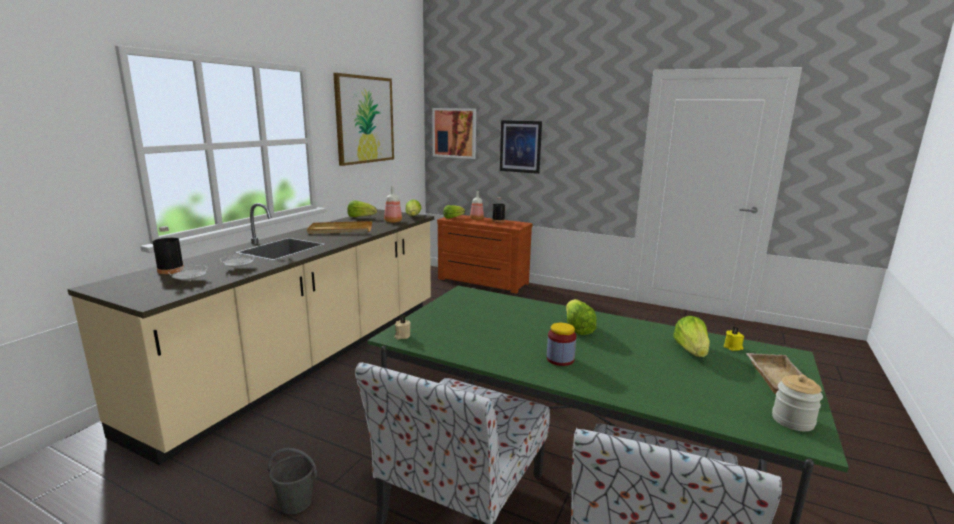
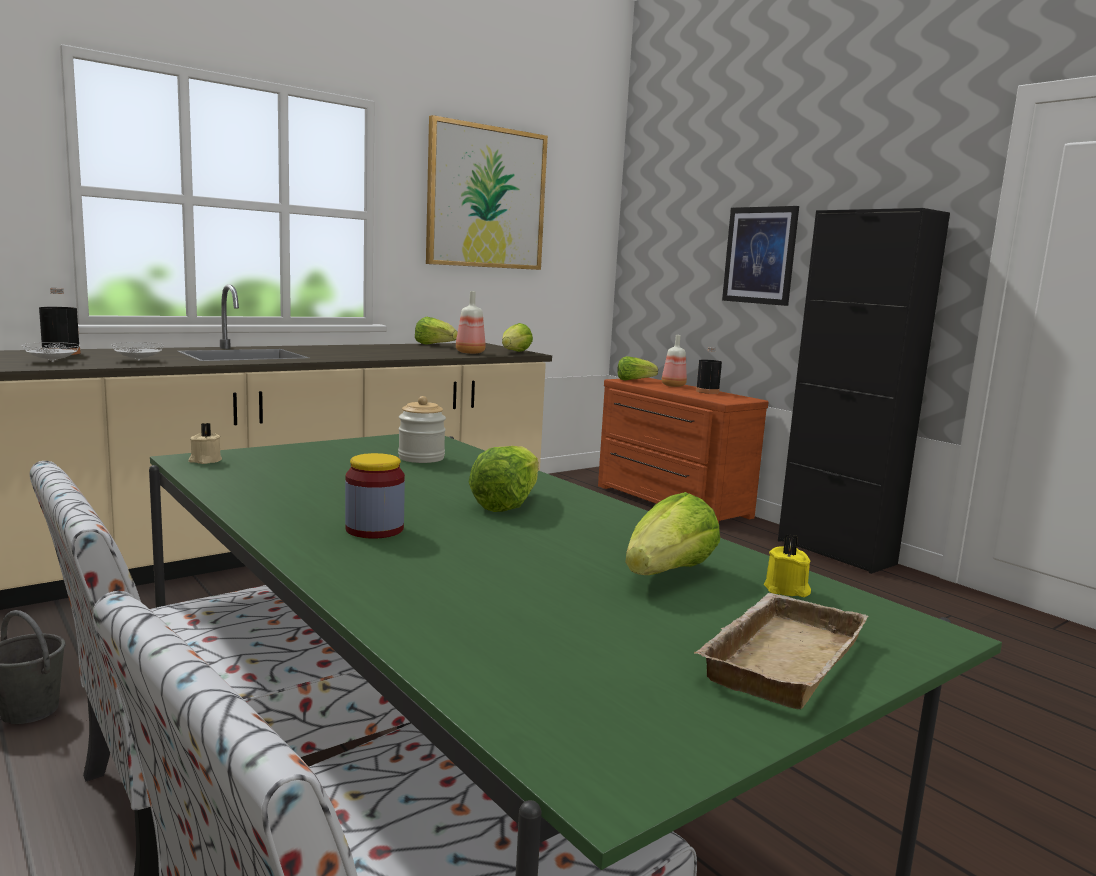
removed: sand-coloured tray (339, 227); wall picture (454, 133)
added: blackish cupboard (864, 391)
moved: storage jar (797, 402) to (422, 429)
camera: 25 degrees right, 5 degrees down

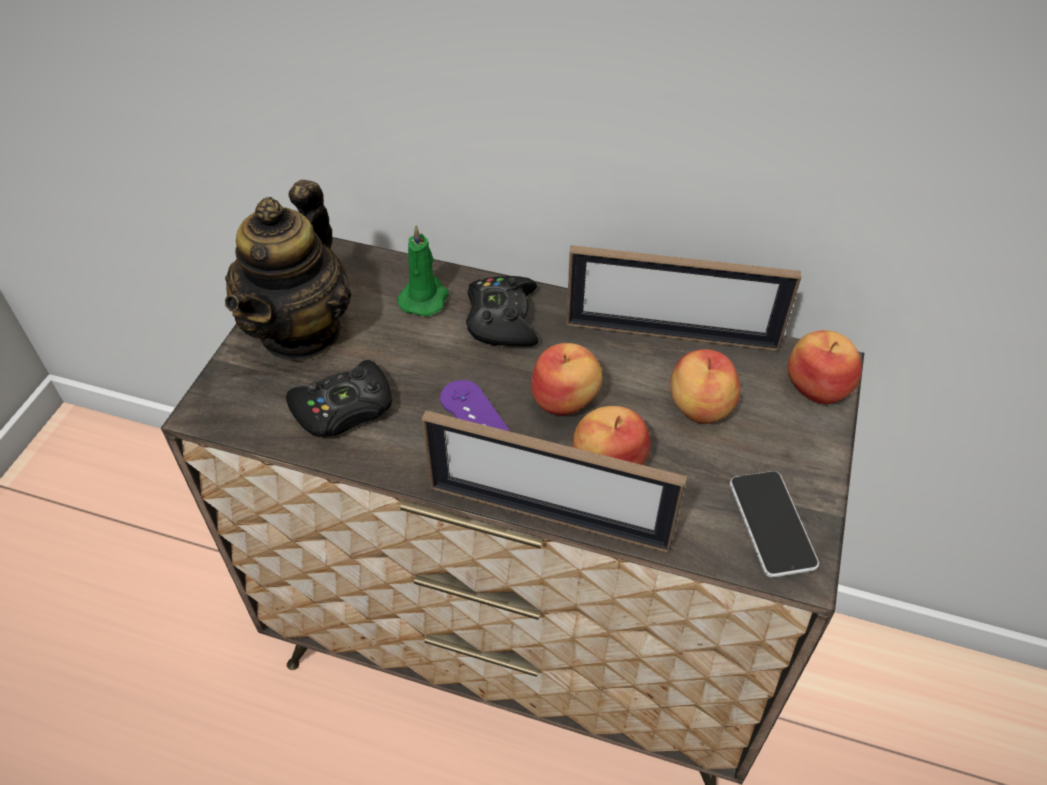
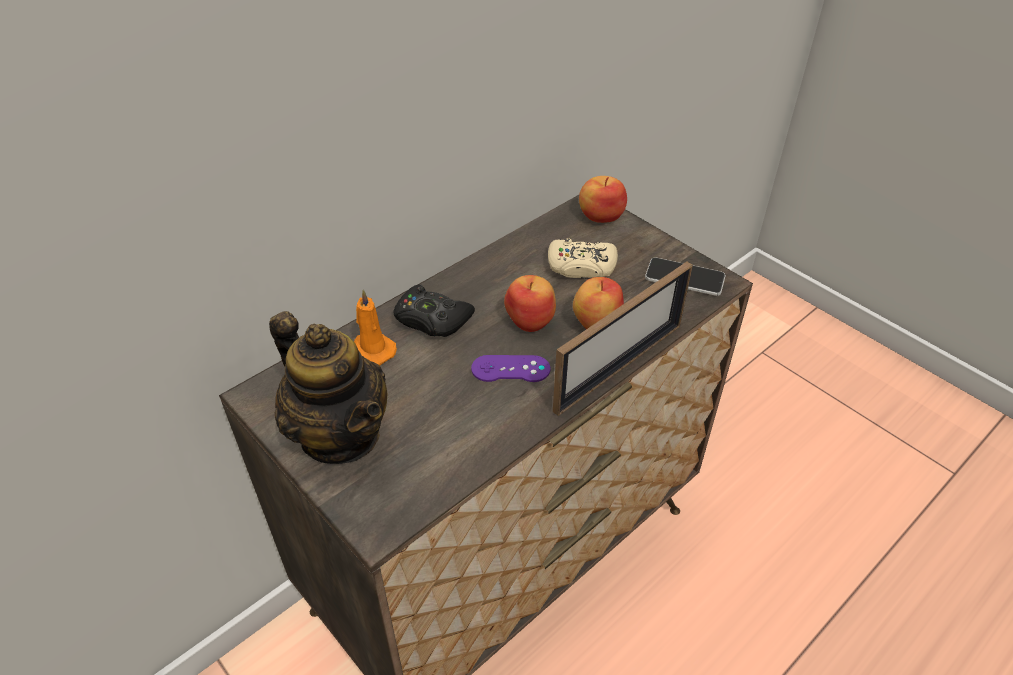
removed: blackish gamepad (339, 398); standing frame (683, 298)
replaced: apple (705, 386) to sand-coloured gamepad (583, 258)
recoloured: greenish wax light (423, 271) to orange-coloured wax light (375, 328)
camera: 60 degrees left, 5 degrees down

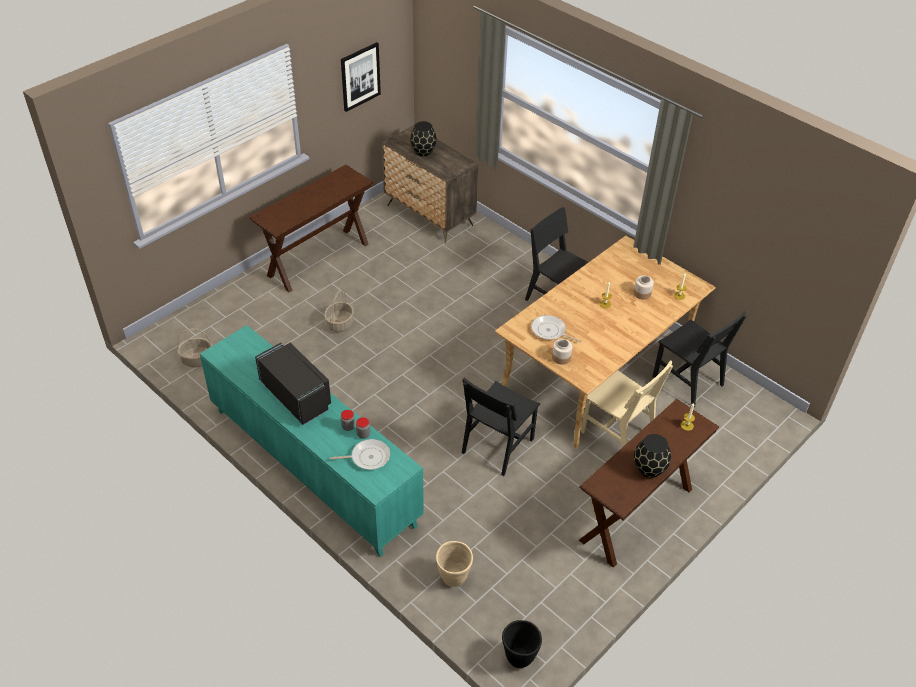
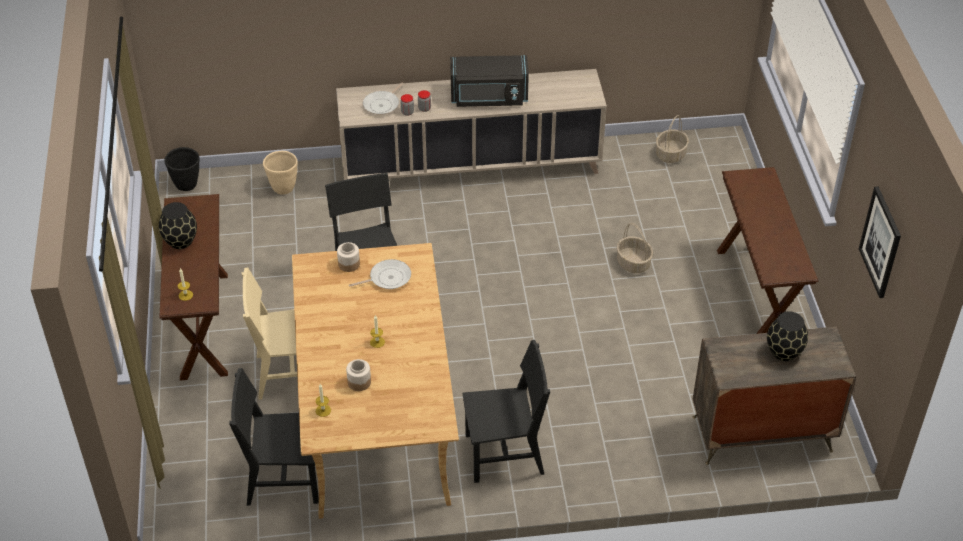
recoloured: turquoise-coloured cupboard (312, 441) to sand-coloured cupboard (471, 124)
camera: 130 degrees right, 0 degrees up

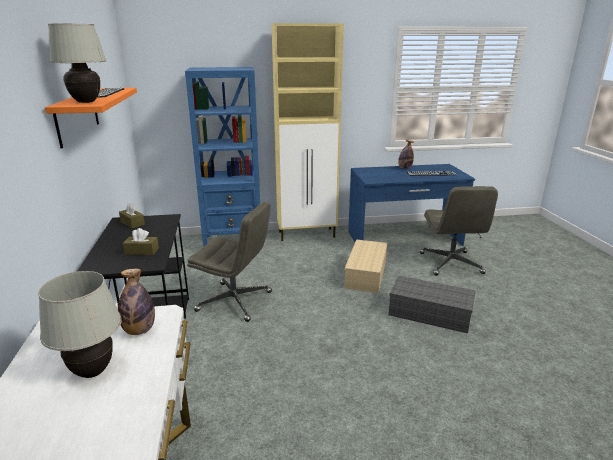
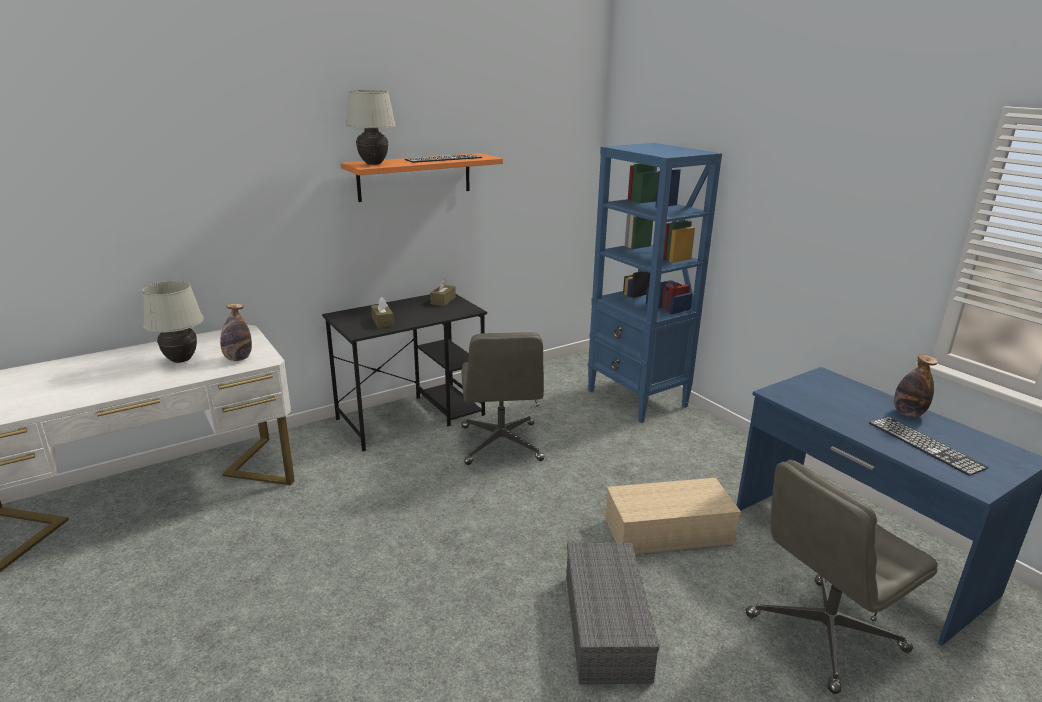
removed: sand-coloured cupboard (308, 132)
camera: 65 degrees right, 0 degrees up

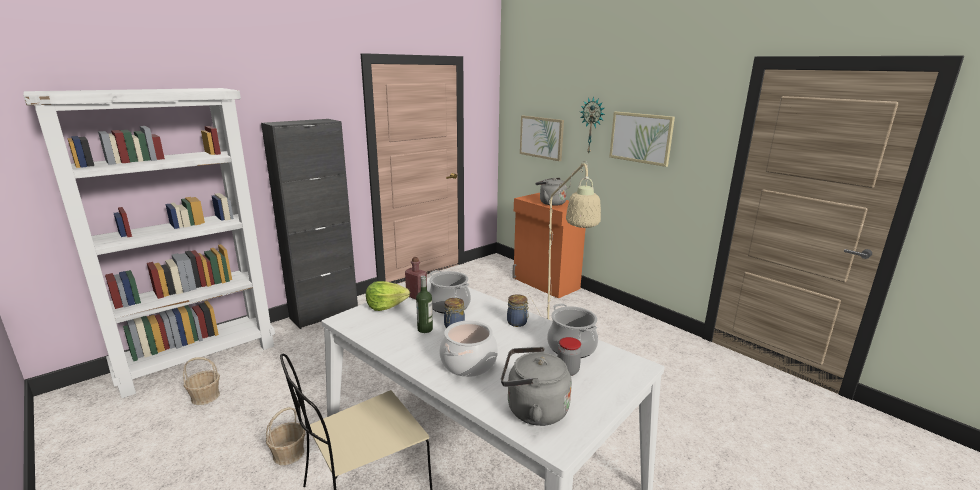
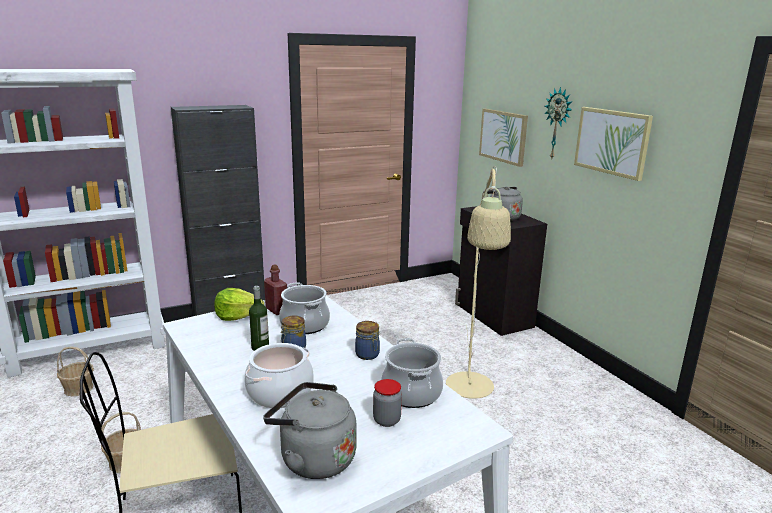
recoloured: orange-coloured cupboard (549, 245) to blackish cupboard (501, 271)
camera: 15 degrees right, 0 degrees up

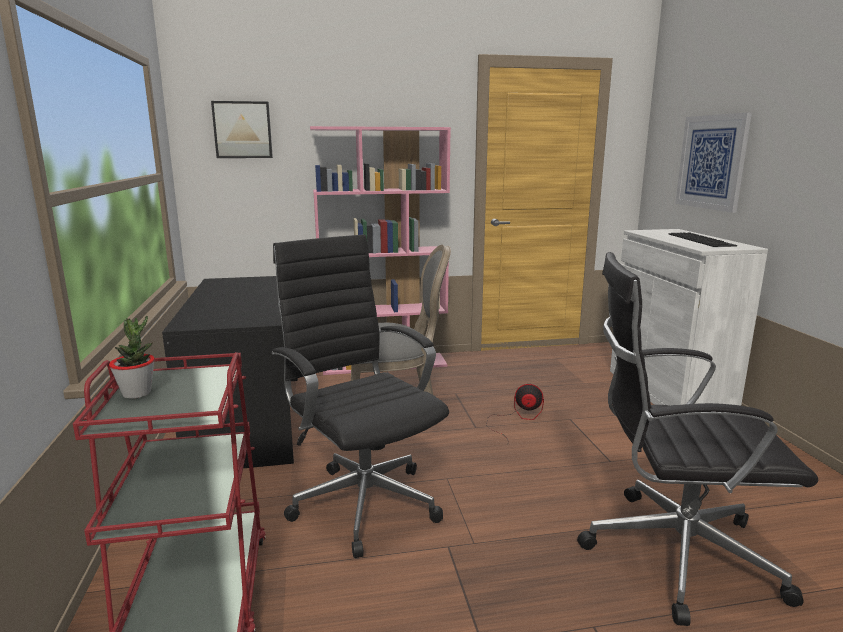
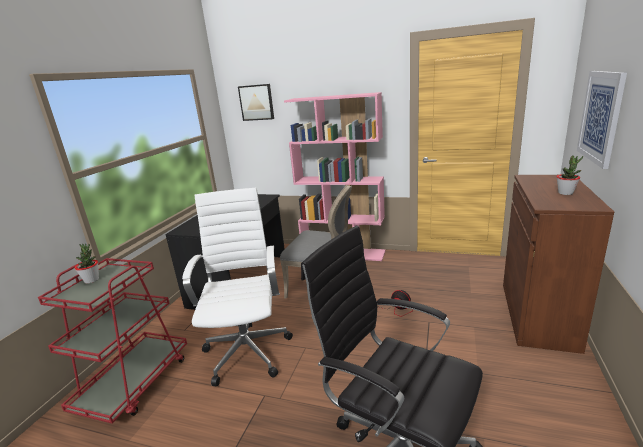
replaced: PC keyboard (702, 239) to plant in a pot (569, 175)
recoloured: blackish desk chair (360, 396) to white-coloured desk chair (237, 287); white-coloured cupboard (689, 317) to brown cupboard (558, 264)
camera: 30 degrees right, 5 degrees up

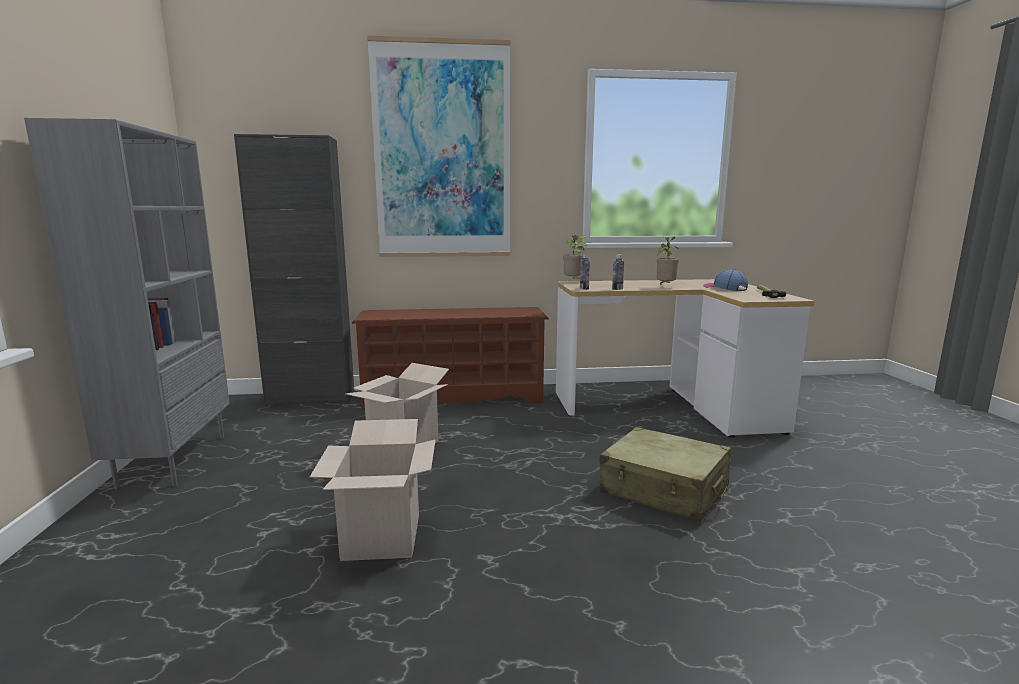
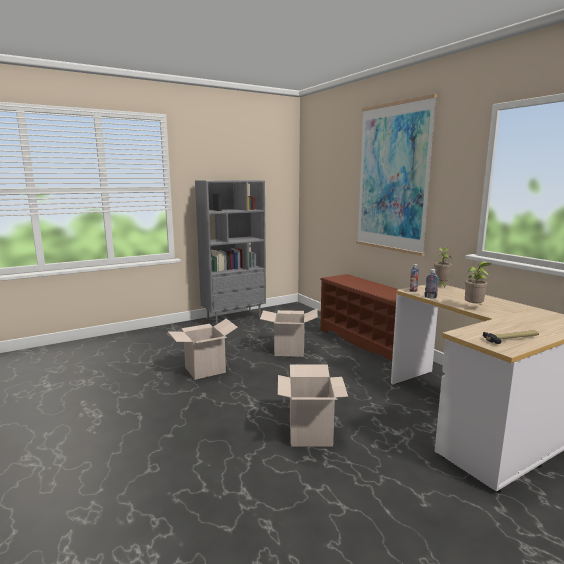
removed: blackish cupboard (294, 270); peaked cap (725, 280)
replaced: sand-coloured piece of luggage (665, 474) to cardboard box (313, 405)
camera: 65 degrees right, 0 degrees up

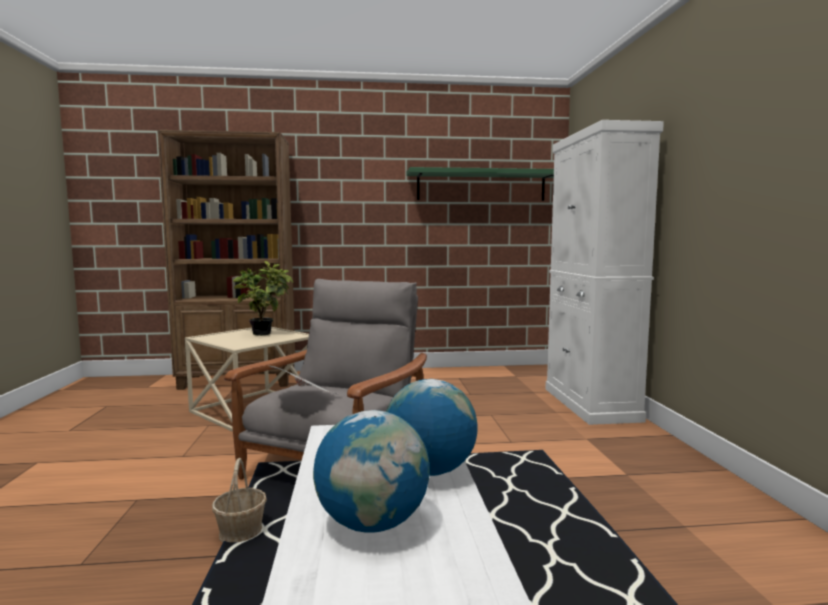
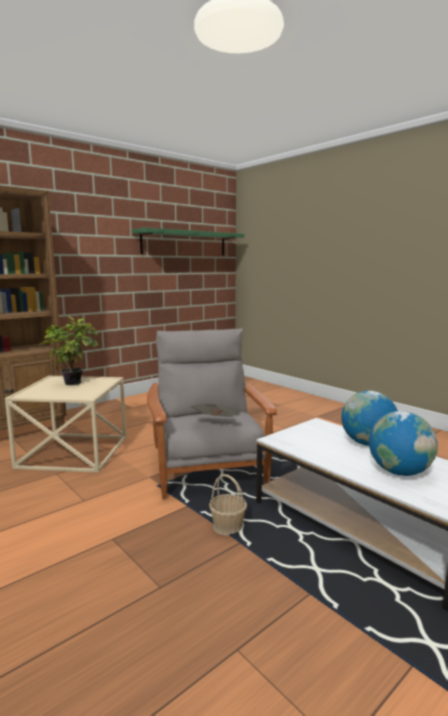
removed: white-coloured cupboard (605, 272)
camera: 35 degrees left, 5 degrees up

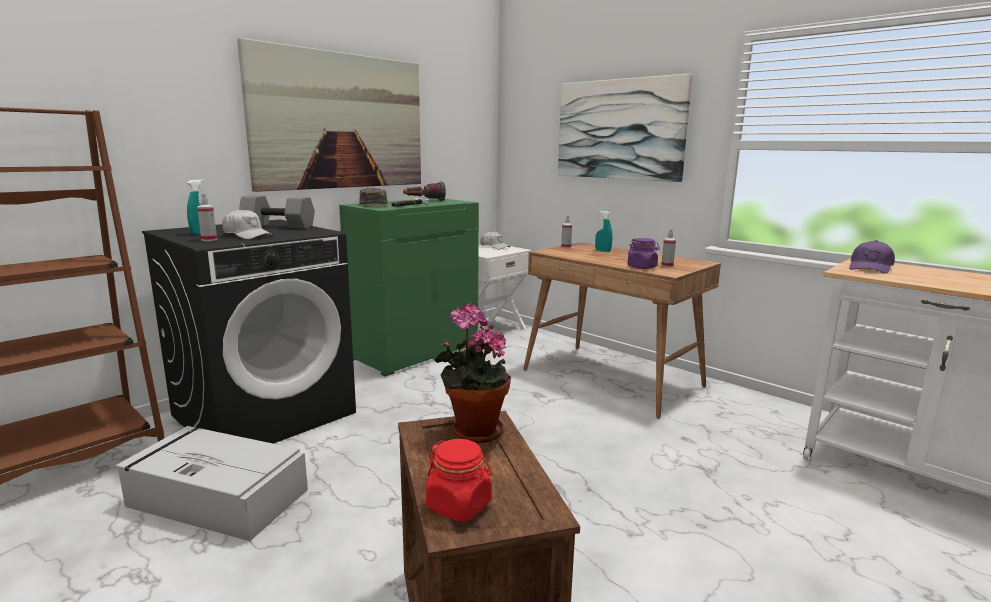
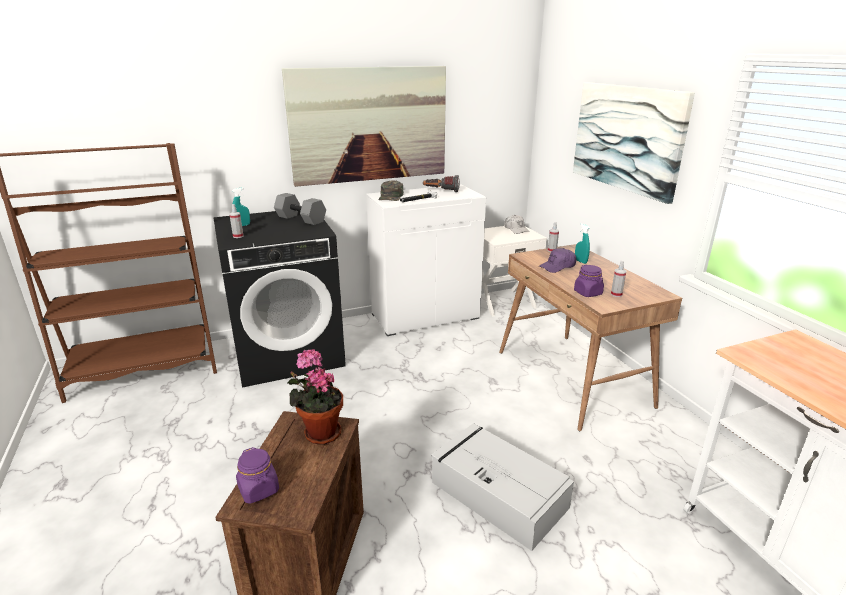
removed: white-coloured peaked cap (247, 224)
moved: grey storage container (212, 483) to (502, 487); purplish peaked cap (872, 257) to (557, 260)
recoloured: greenish cupboard (409, 287) to white-coloured cupboard (426, 260); reddish storage jar (459, 480) to purplish storage jar (257, 475)
camera: 25 degrees right, 10 degrees up

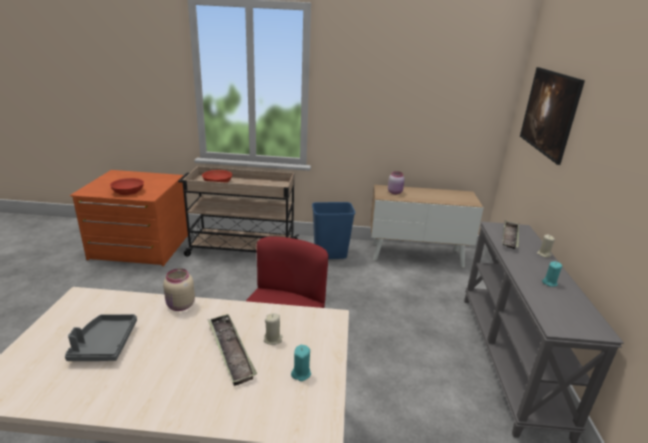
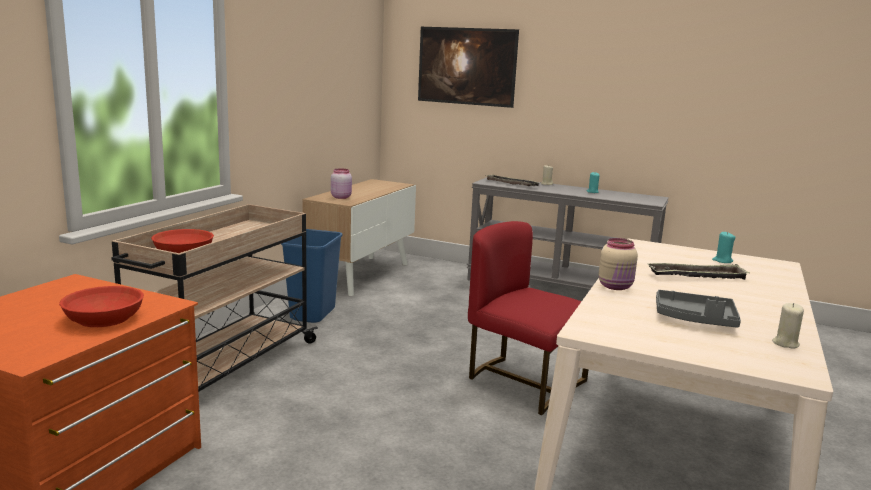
moved: sand-coloured wax light (273, 329) to (788, 326)
camera: 70 degrees left, 10 degrees down

